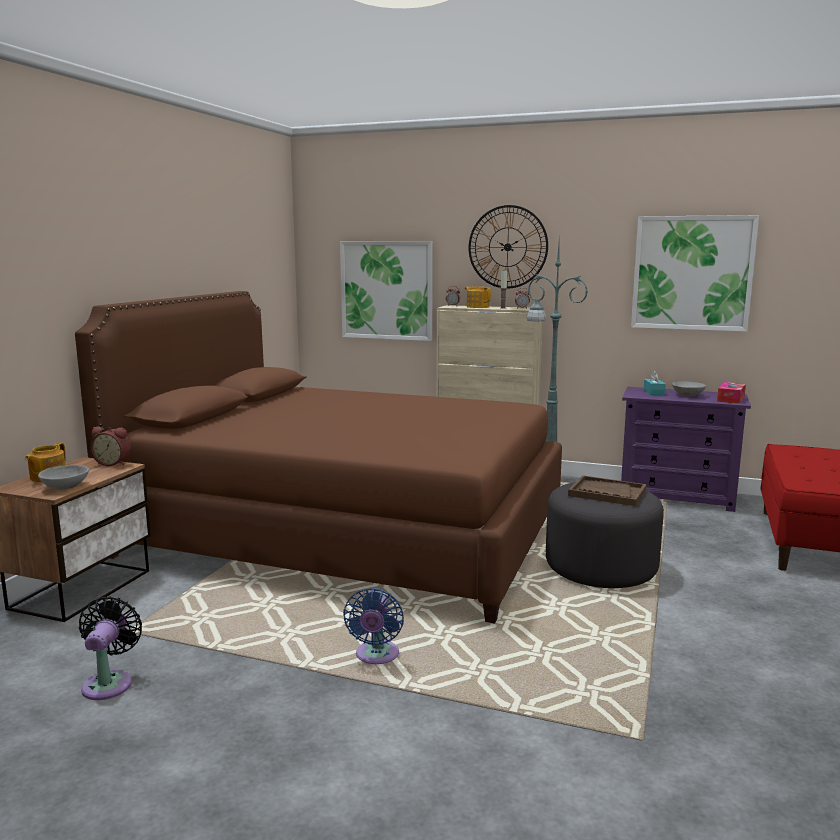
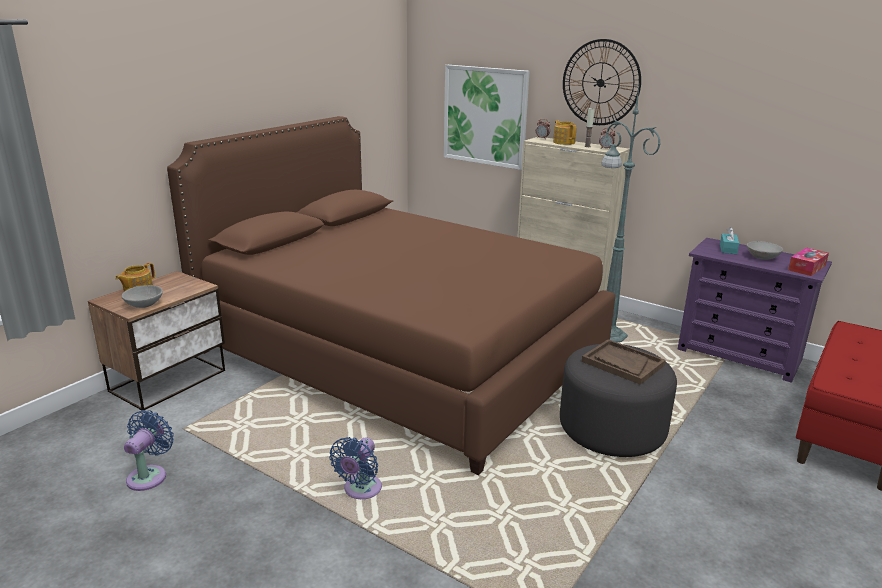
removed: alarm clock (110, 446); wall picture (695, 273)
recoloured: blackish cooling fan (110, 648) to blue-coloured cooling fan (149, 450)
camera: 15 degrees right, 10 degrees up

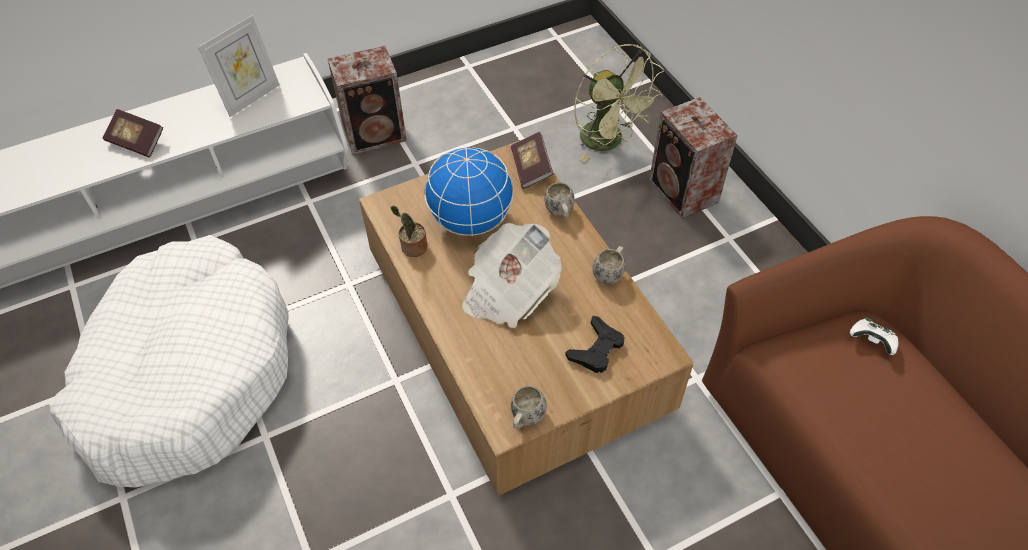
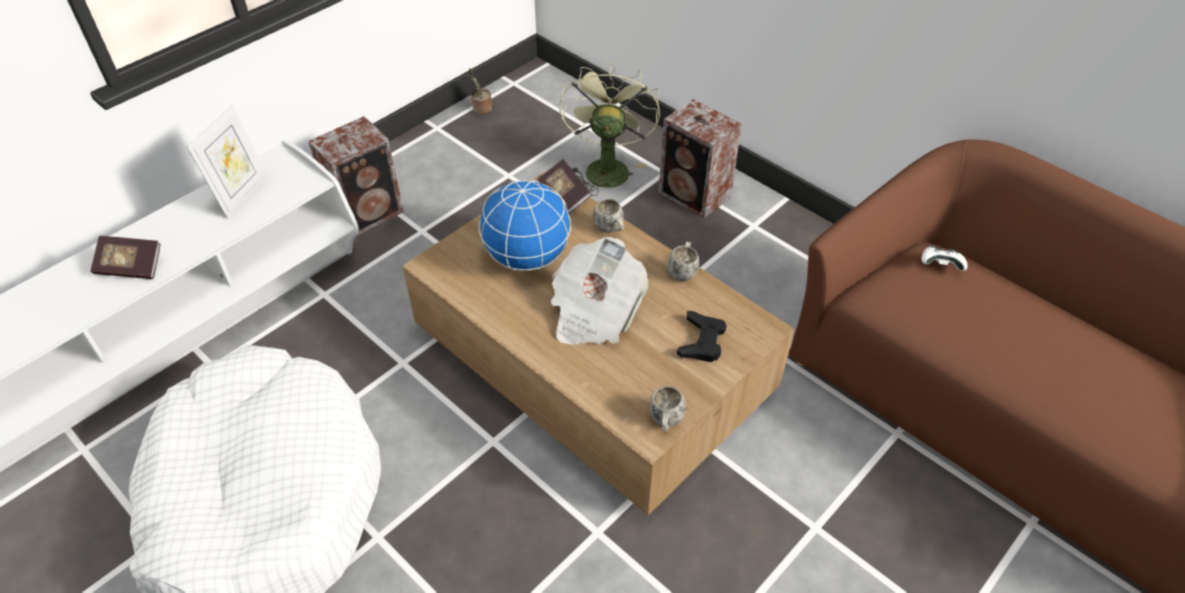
moved: plant in a pot (408, 231) to (480, 91)
turned: greenish cooling fan (619, 103) = (610, 129) 120 degrees counterclockwise
camera: 20 degrees left, 5 degrees down

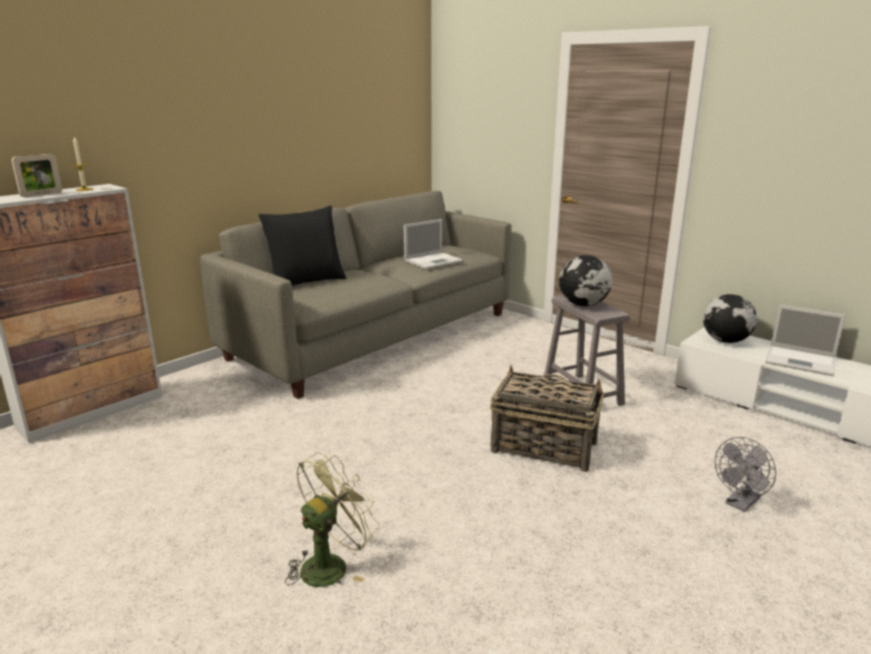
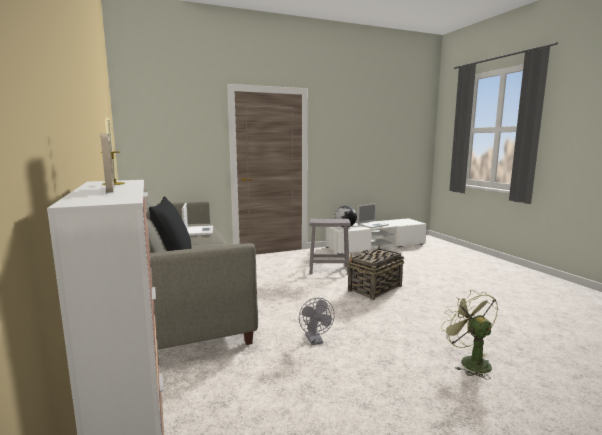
removed: globe (585, 280)
moved: grey cooling fan (745, 474) to (317, 321)
camera: 65 degrees left, 10 degrees down

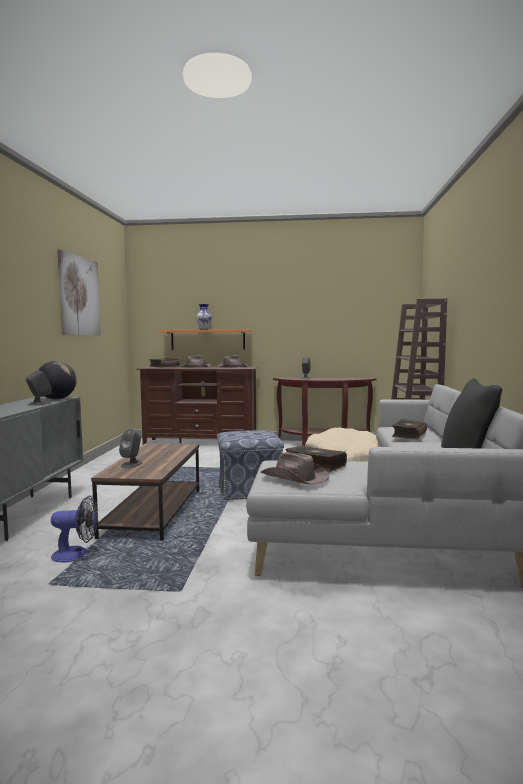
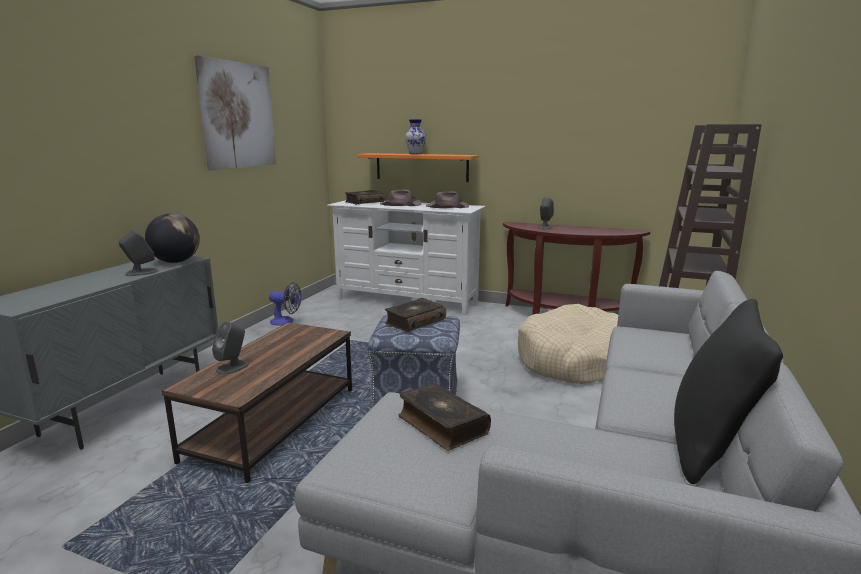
removed: brown wearable hat (295, 468)
moved: cooling fan (74, 529) to (285, 304); book (409, 429) to (415, 315)
recoloured: brown tv unit (197, 405) to white-coloured tv unit (406, 257)
camera: 15 degrees right, 10 degrees up

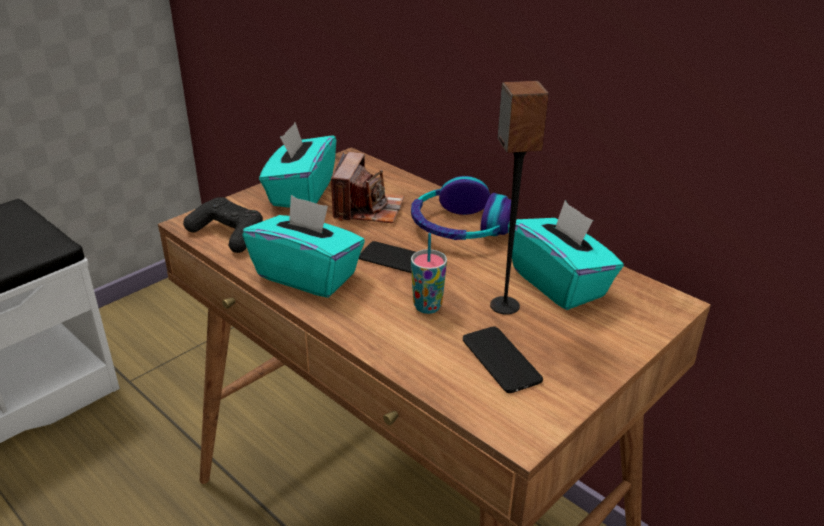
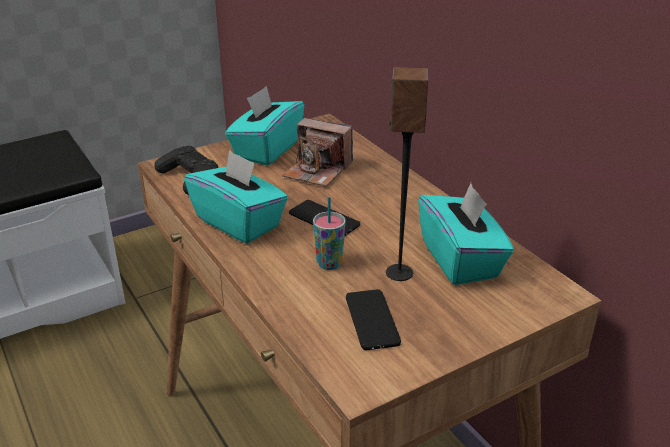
removed: headphones (461, 208)
turned: photo camera (367, 187) = (317, 152) 90 degrees clockwise
camera: 15 degrees right, 0 degrees up

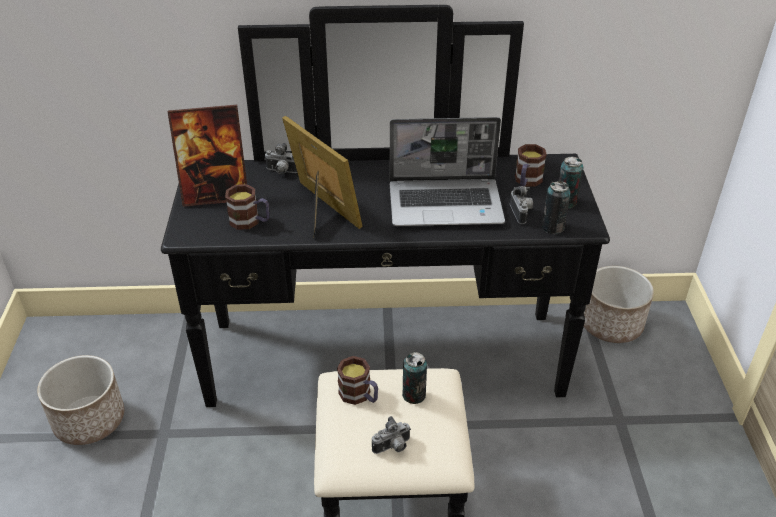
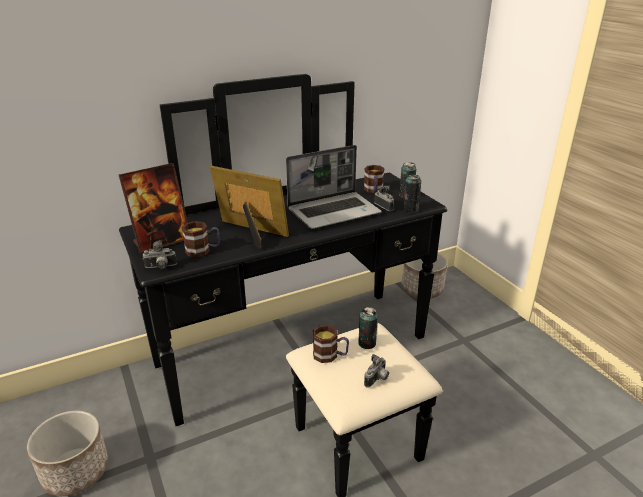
moved: photo camera (280, 158) to (159, 254)
camera: 25 degrees left, 10 degrees down

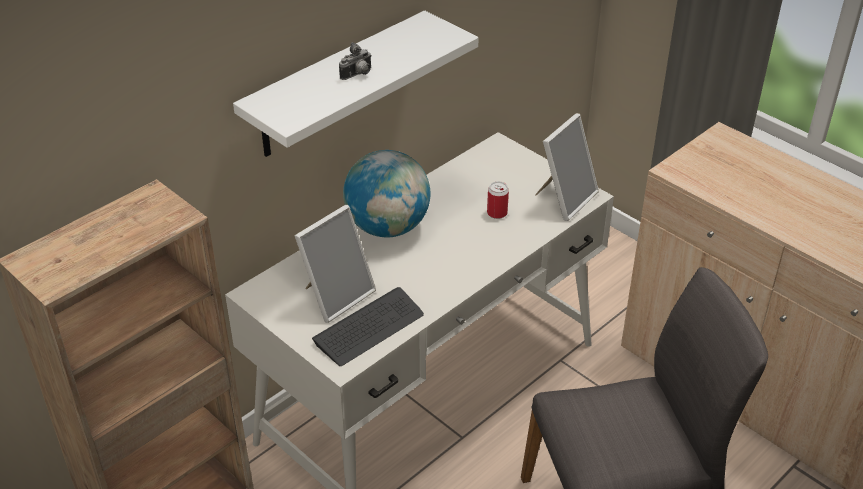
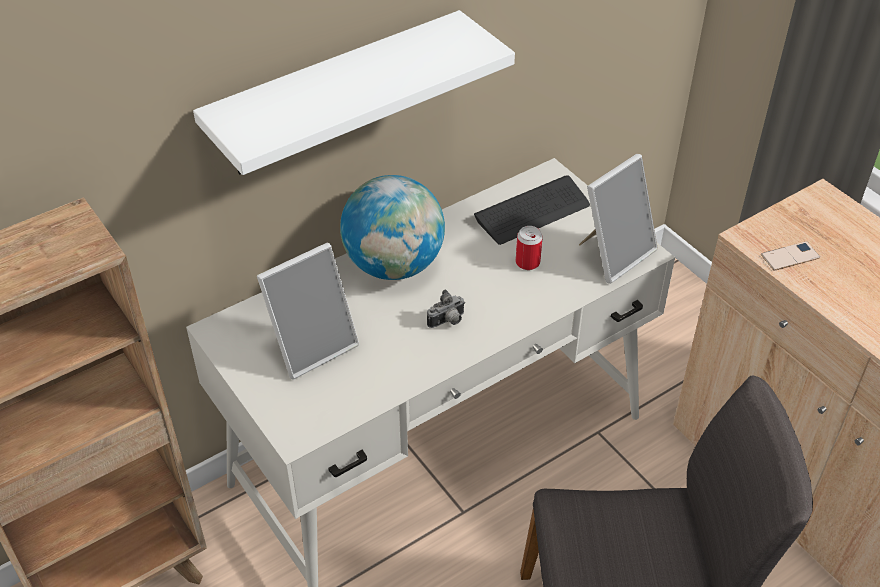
added: phone (790, 256)
moved: PC keyboard (368, 326) to (532, 210); photo camera (355, 61) to (446, 308)
camera: 10 degrees right, 5 degrees up

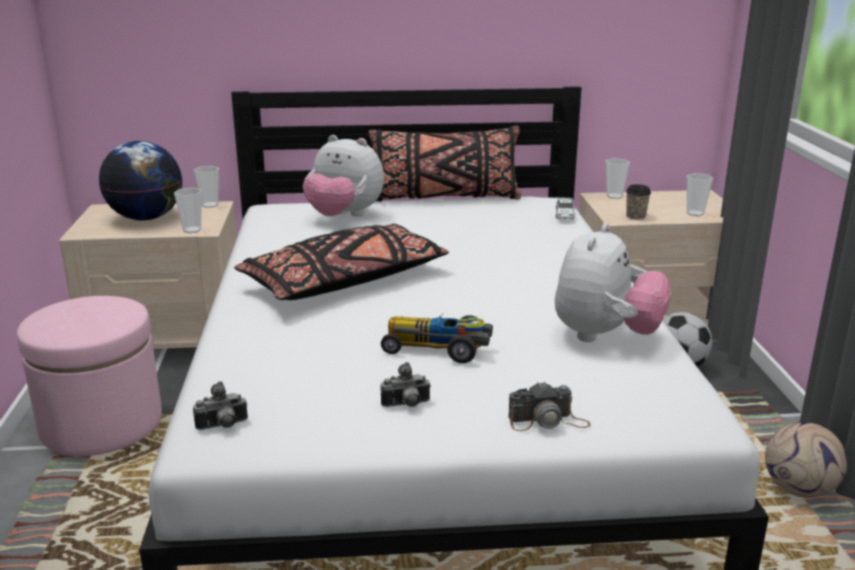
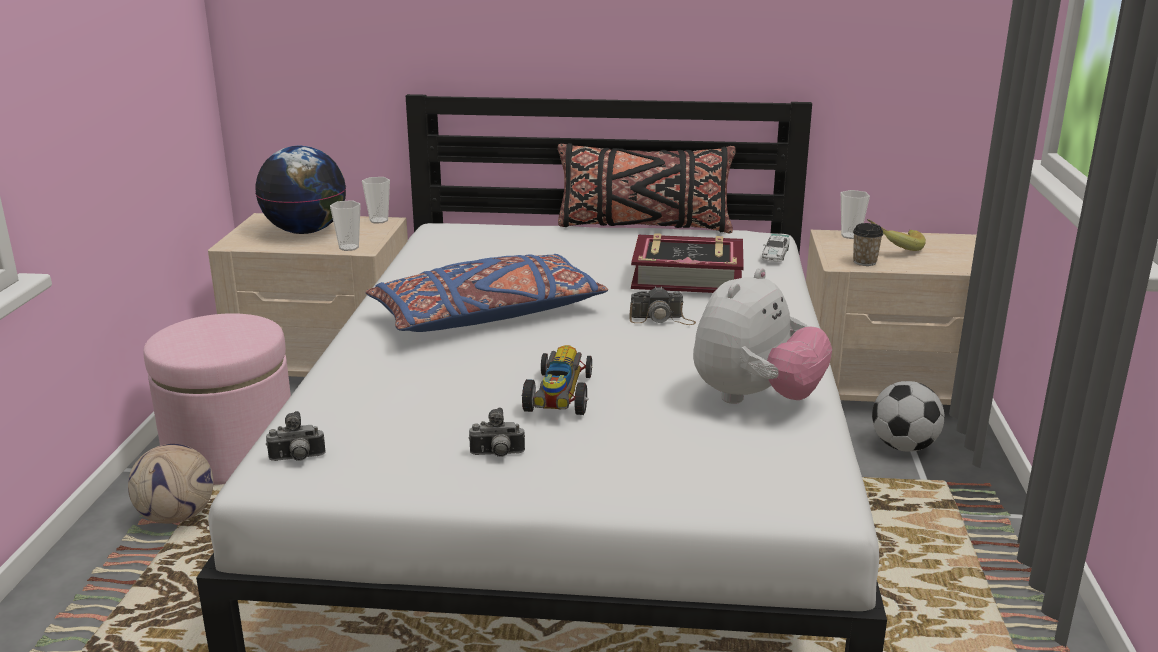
removed: plush toy (343, 175); cup (700, 194)
added: book (687, 263); banana (896, 235)
moved: photo camera (549, 406) to (662, 305); football (806, 460) to (171, 484)
recoloured: blackish throw pillow (341, 262) to blue-coloured throw pillow (486, 293)
turned: miniature car (437, 338) = (557, 380) 75 degrees clockwise
camera: 10 degrees right, 0 degrees up

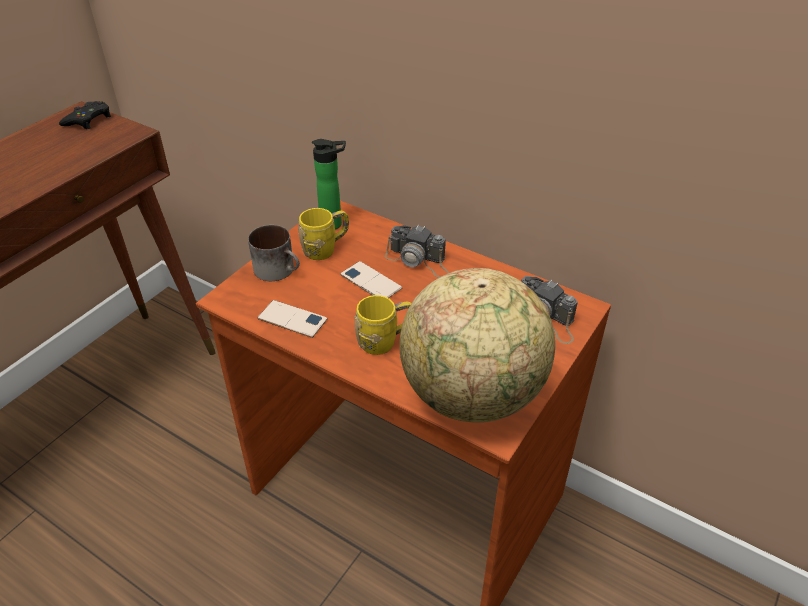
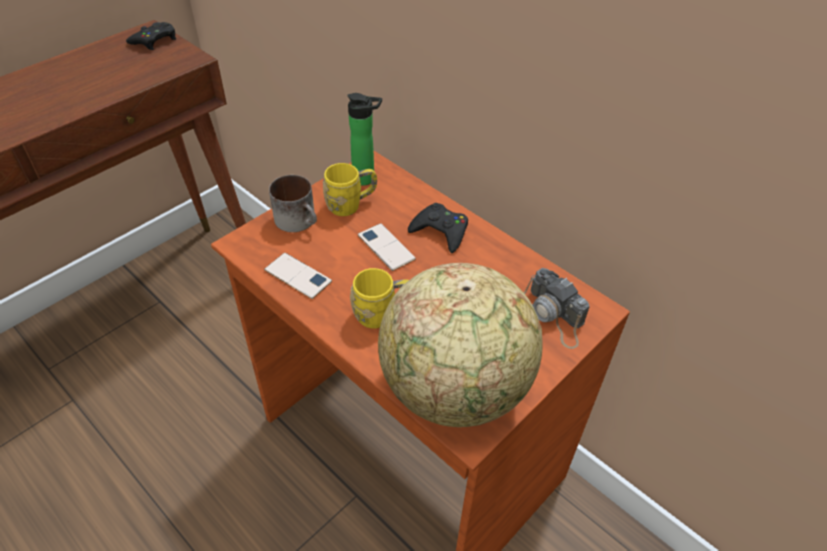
replaced: photo camera (417, 251) to blackish gamepad (438, 228)
camera: 10 degrees right, 5 degrees up

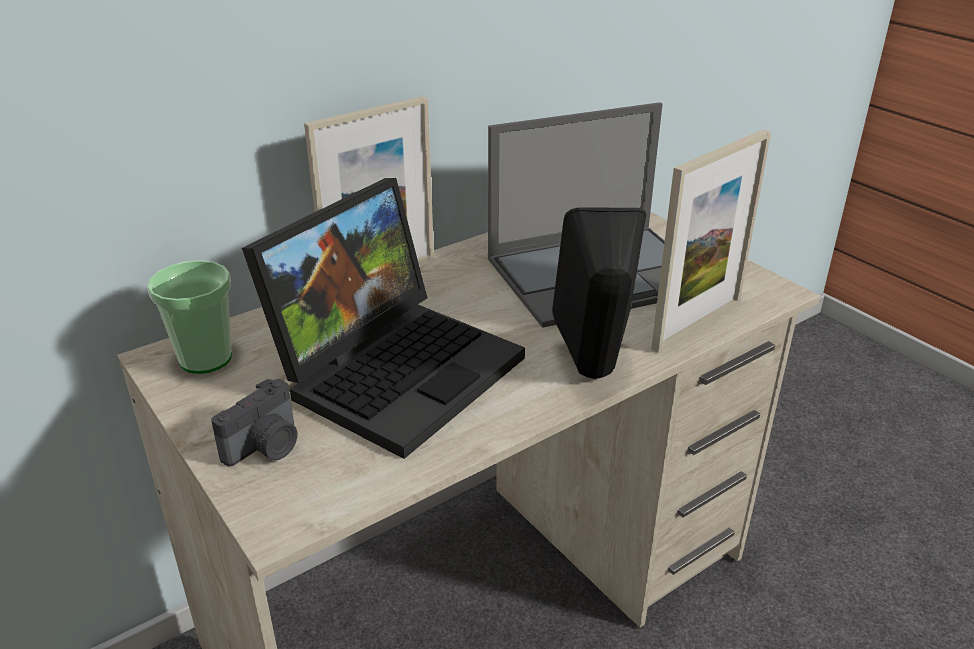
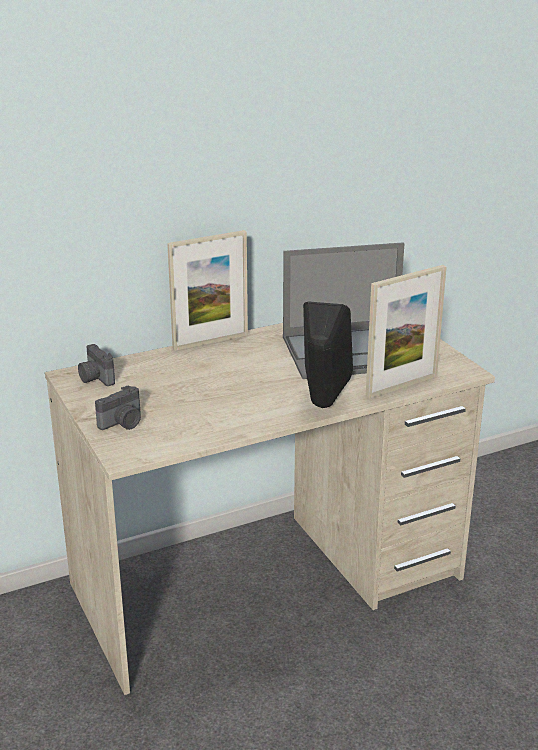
removed: portable computer (383, 318)
replaced: cup (189, 317) to photo camera (96, 365)
camera: 10 degrees right, 5 degrees down

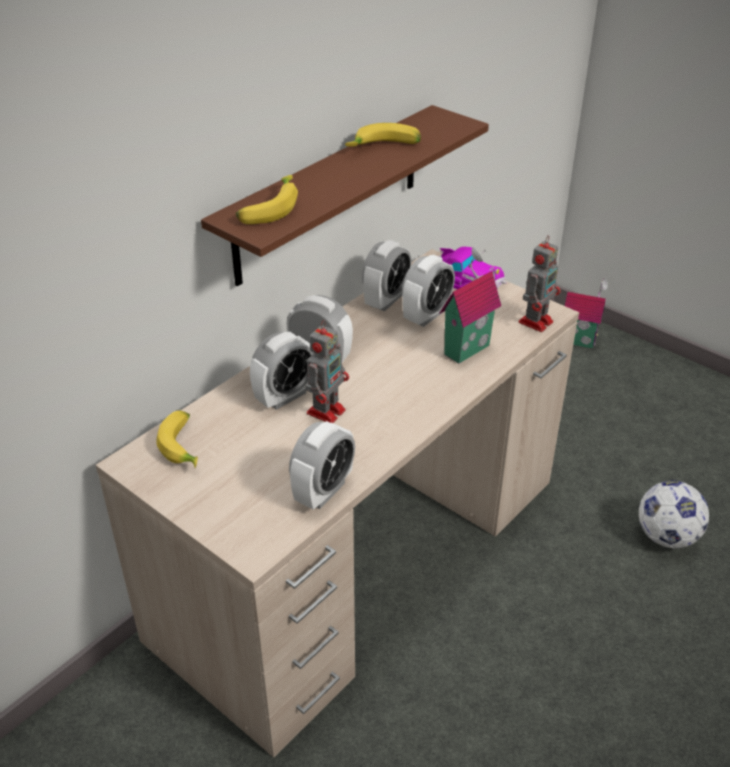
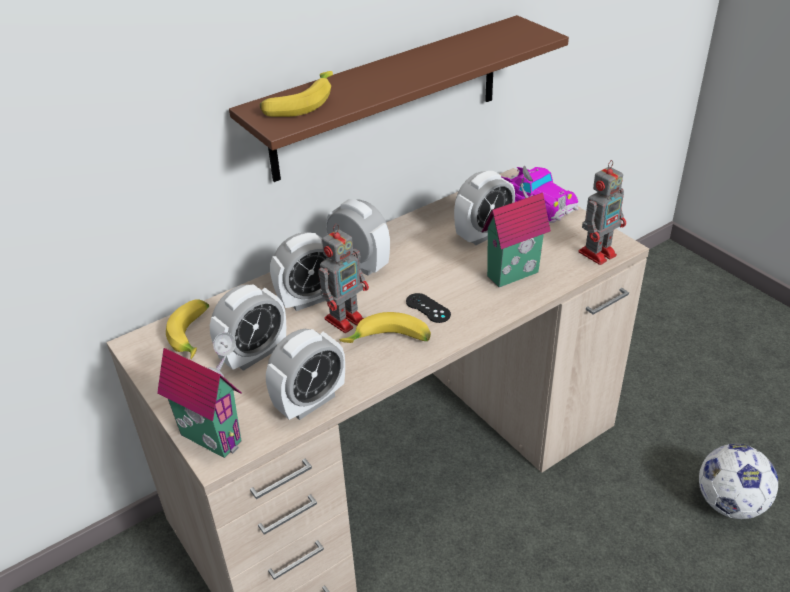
added: blackish gamepad (428, 308)
moved: banana (383, 135) to (385, 327); alarm clock (387, 275) to (248, 327); toy house (587, 313) to (199, 395)
camera: 15 degrees right, 0 degrees up

